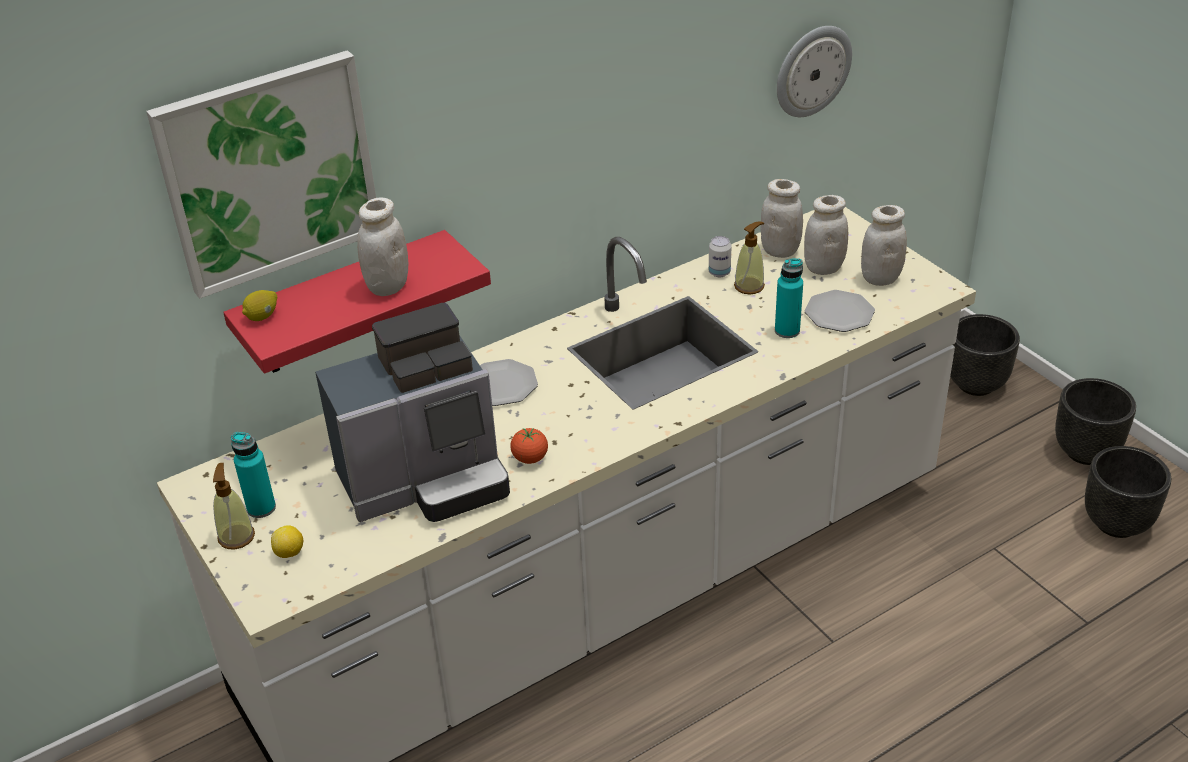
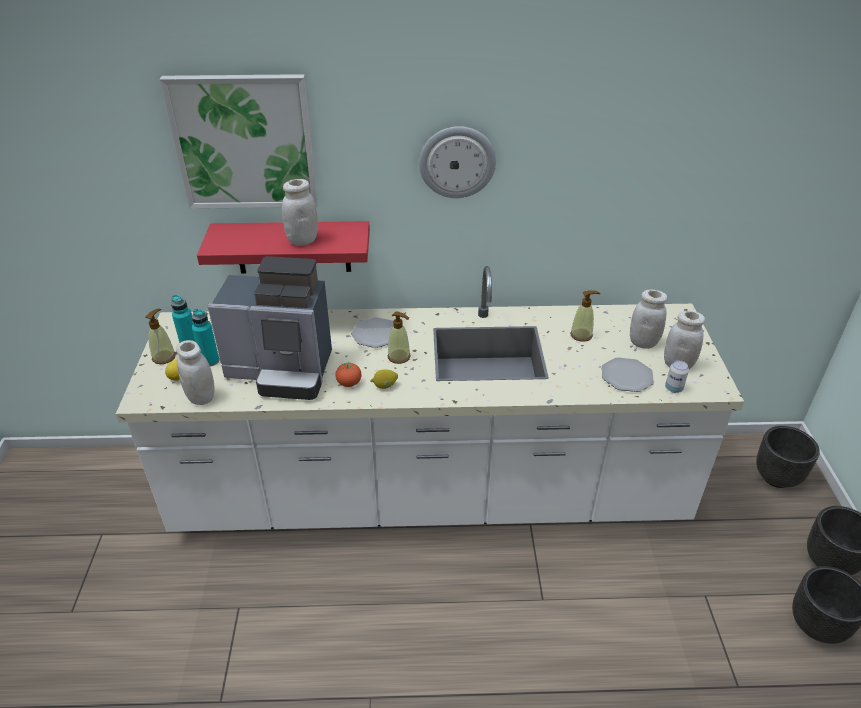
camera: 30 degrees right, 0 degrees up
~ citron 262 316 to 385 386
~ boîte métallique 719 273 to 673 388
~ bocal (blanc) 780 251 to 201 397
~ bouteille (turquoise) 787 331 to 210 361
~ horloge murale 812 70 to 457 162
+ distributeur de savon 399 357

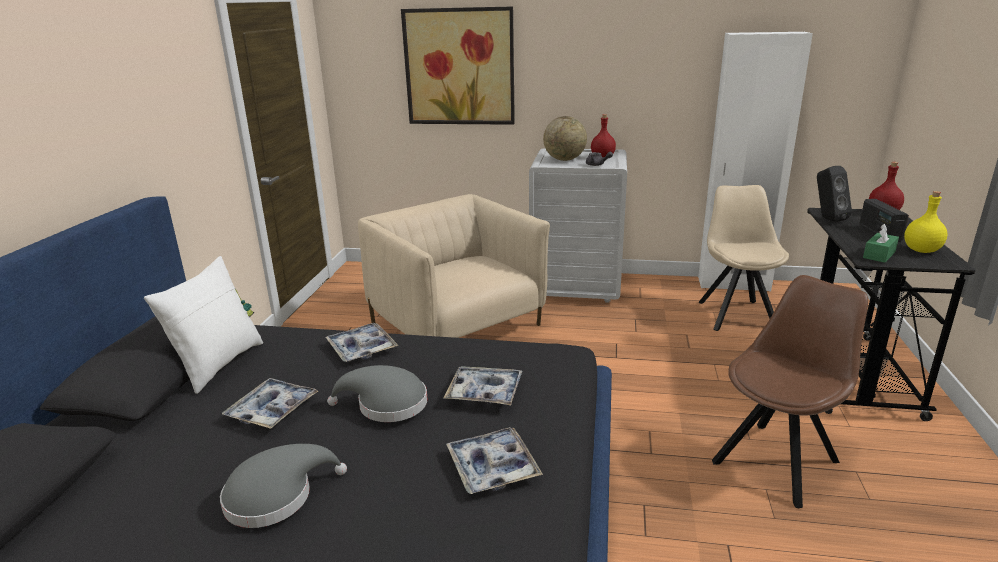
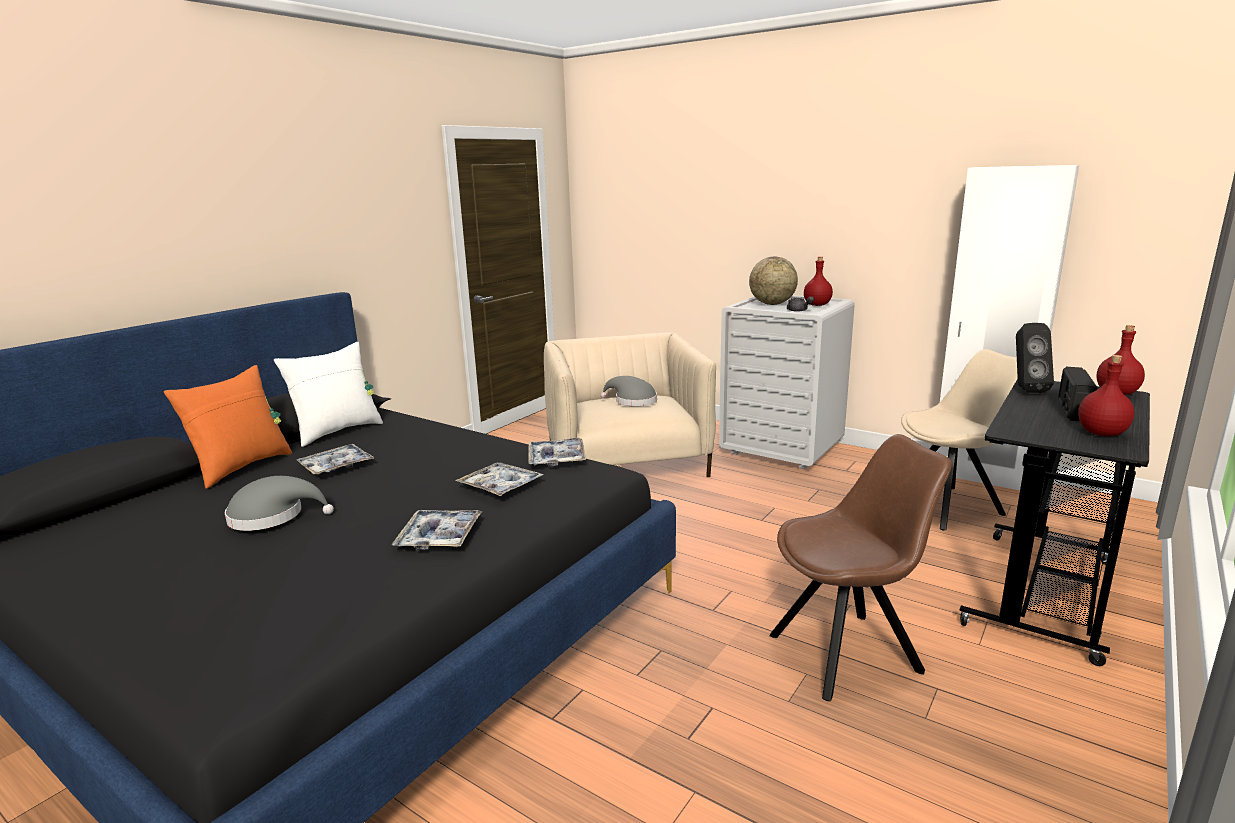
camera: 25 degrees right, 5 degrees down
~ plateau 362 348 to 556 458
~ chapeau (gris) 386 405 to 632 401
- tableau 459 67
~ chaise (beige) 736 315 = 947 507 45 degrees clockwise
- boîte à mouchoirs (vert) 879 255
~ bouteille (jaune) 921 251 to bouteille (rouge) 1101 433
+ coussin (orange) 242 468

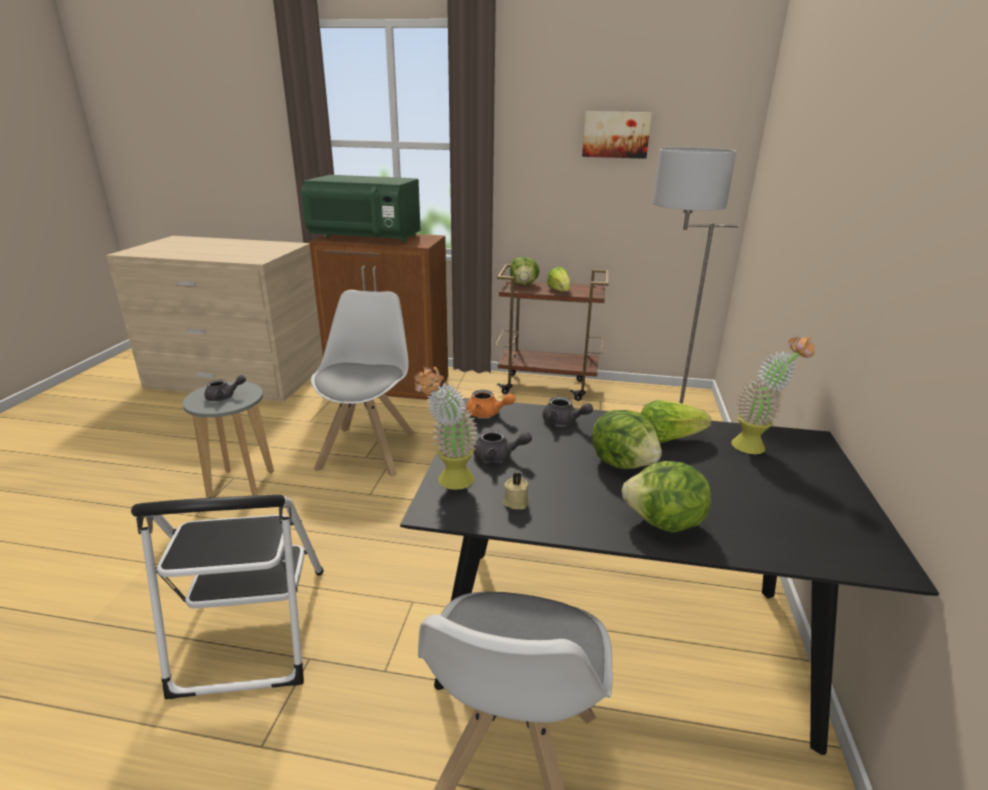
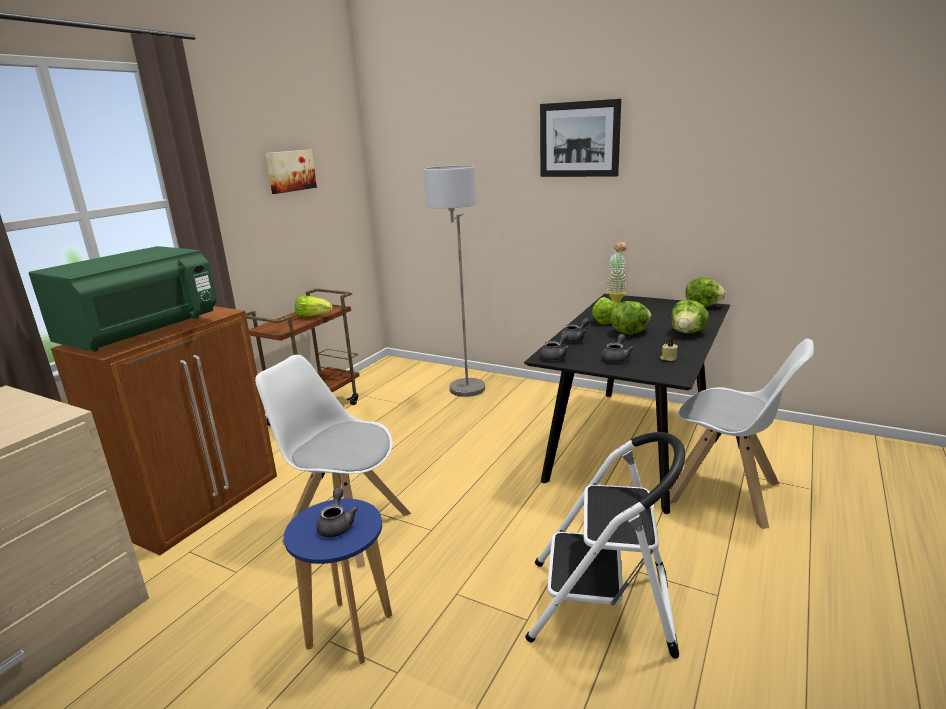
camera: 70 degrees left, 5 degrees down
~ tabouret (gris) 241 484 to tabouret (bleu) 349 631
- plante en pot 449 483
~ théière (orange) 487 414 to théière (gris) 555 356
~ laitue 523 285 to 702 305
+ tableau 579 139

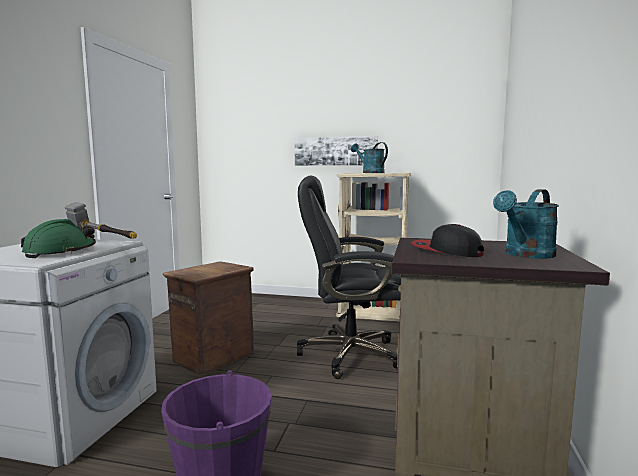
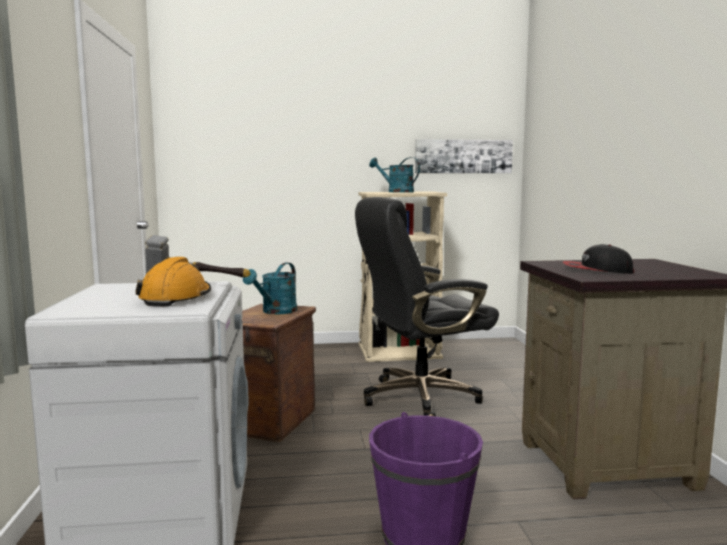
camera: 20 degrees left, 0 degrees up
~ casque de chantier (vert) 60 252 to casque de chantier (orange) 176 298
~ tableau 335 151 to 463 156
~ arrosoir (turquoise) 526 255 to 275 312

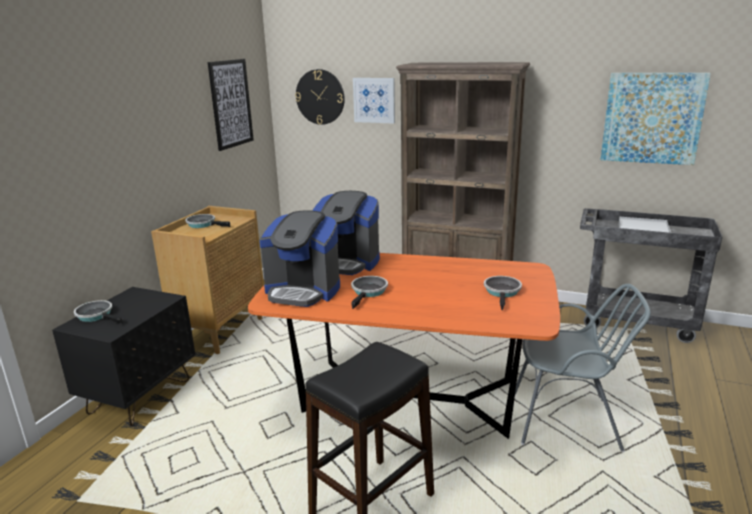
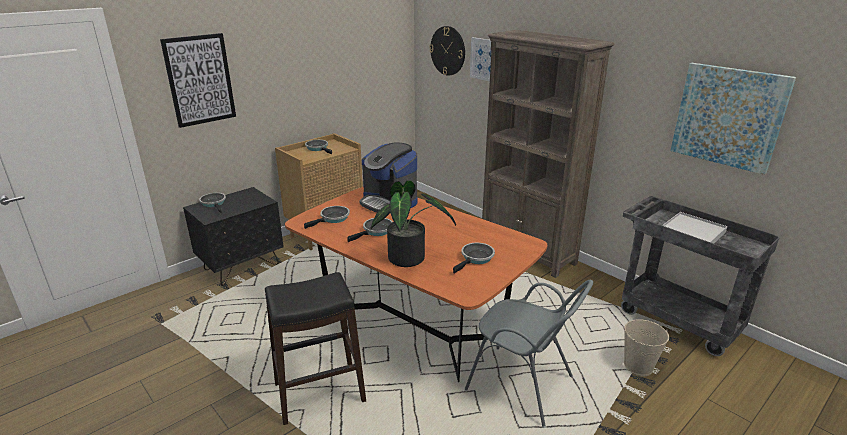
camera: 25 degrees right, 5 degrees up
~ tableau 231 104 to 200 80
~ machine à café 303 291 to poêle 333 218
+ plante en pot 410 259
+ seau (beige) 638 366

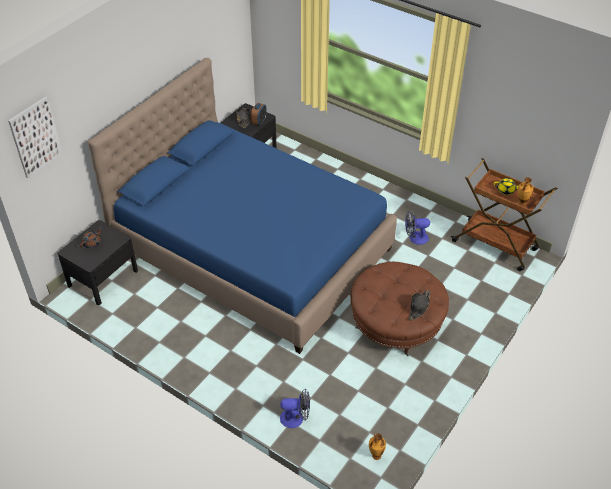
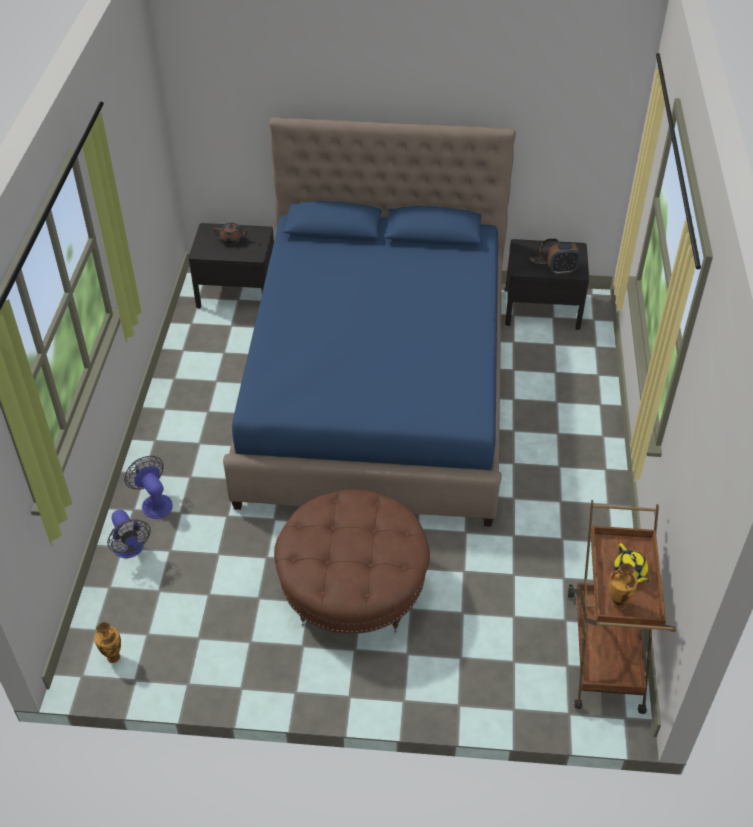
camera: 60 degrees right, 0 degrees up
- tableau 35 137
~ ventilateur 415 238 to 154 502
- chapeau (noir) 419 307

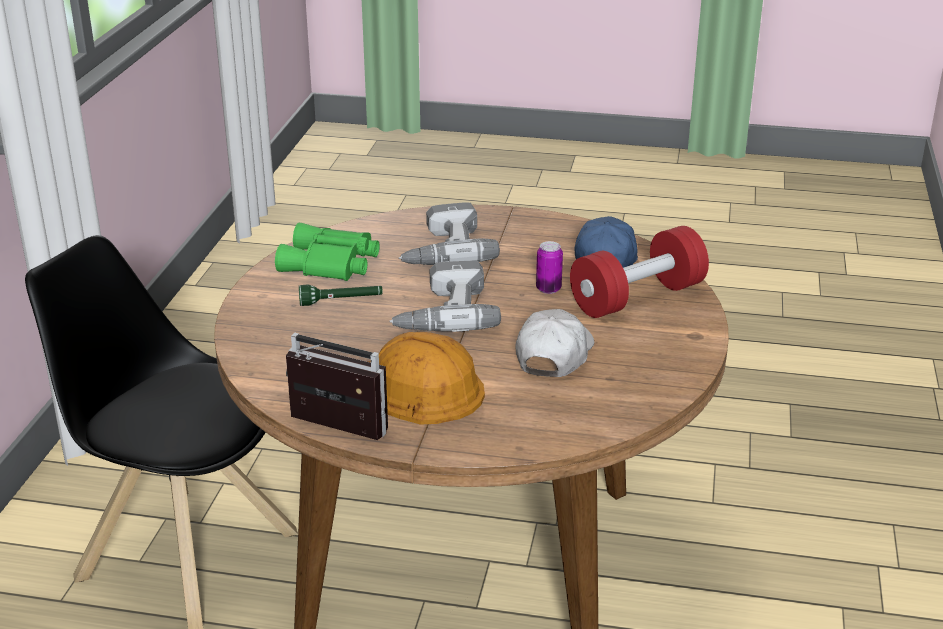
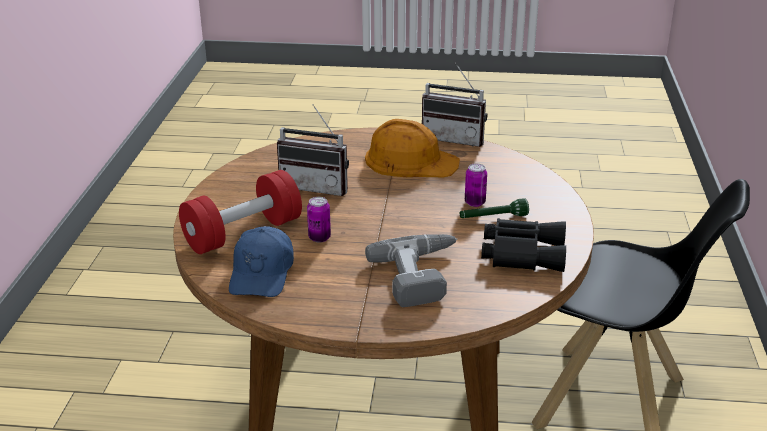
camera: 175 degrees right, 0 degrees up
~ jumelles (vert) 330 264 to jumelles (noir) 521 252
- perceuse 442 311
~ casquette (blanc) 554 355 to radio 317 186
+ boîte métallique 475 202

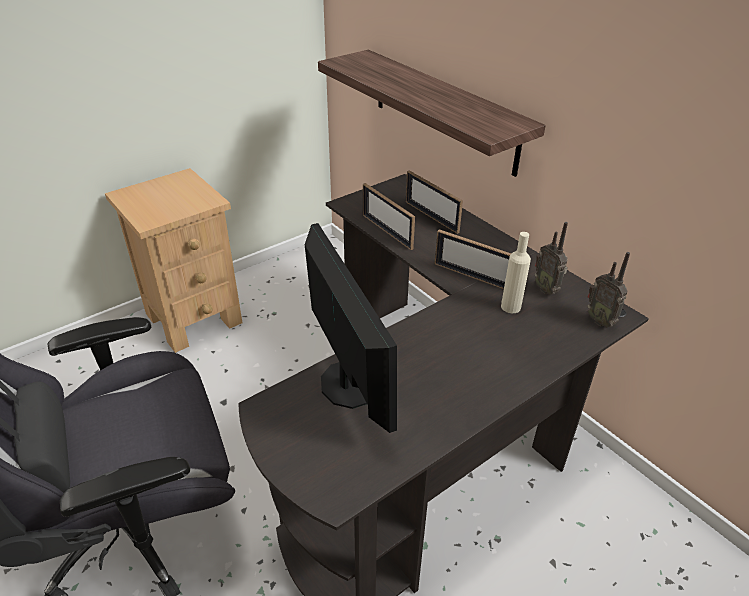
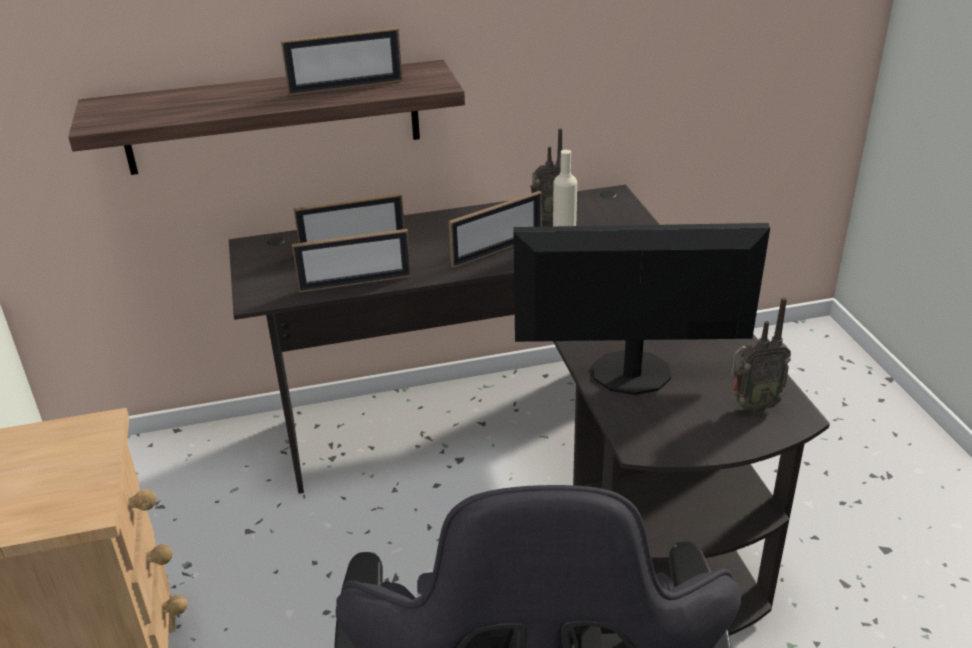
camera: 65 degrees left, 5 degrees down
~ radio 600 320 to 752 406
+ cadre photo 346 87

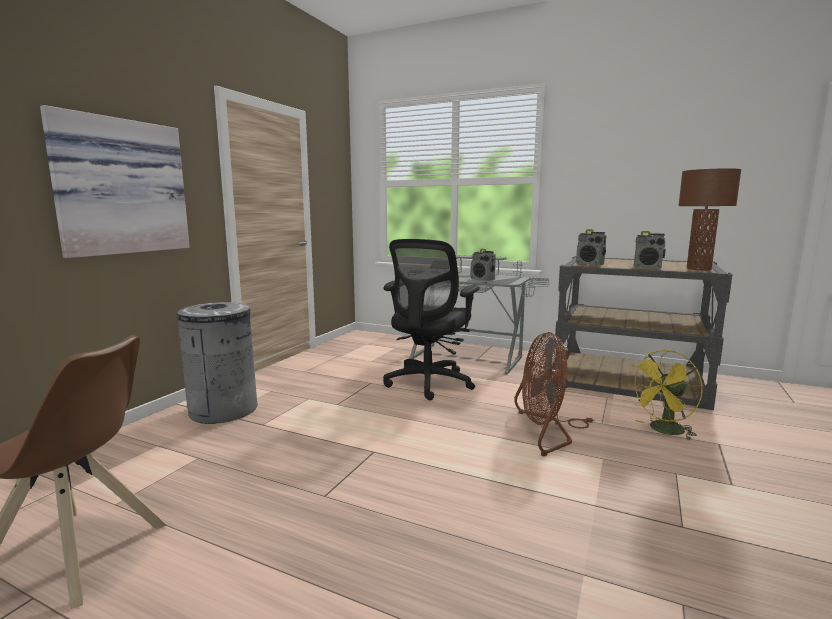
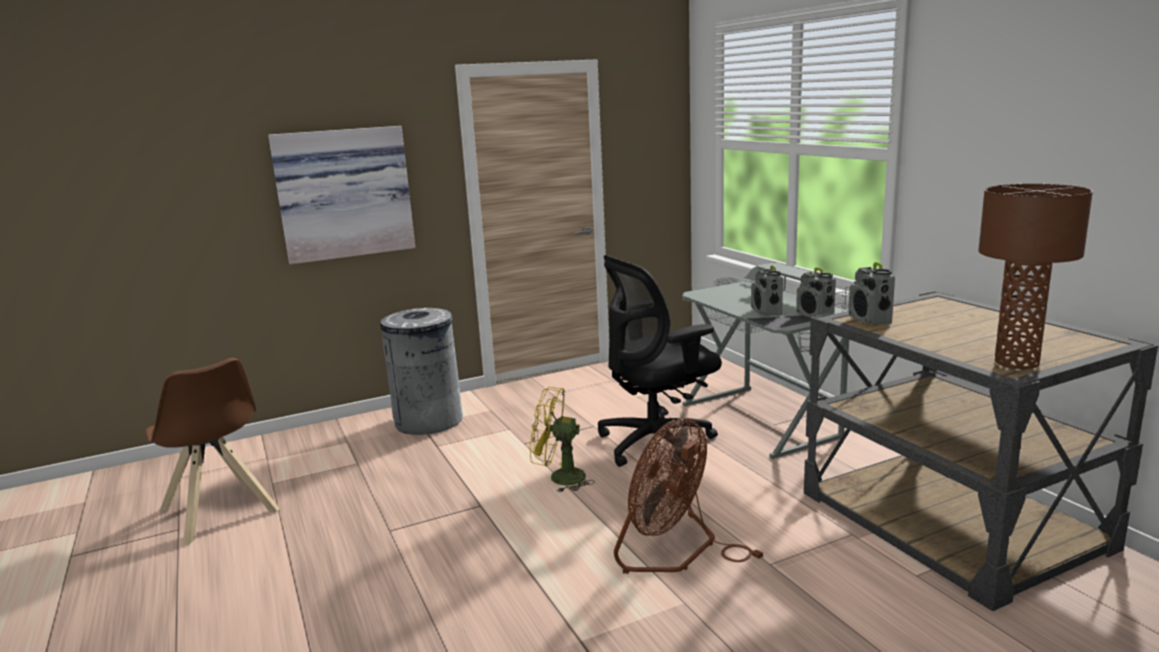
camera: 40 degrees right, 5 degrees up
~ ventilateur (jaune) 663 431 to 559 478
~ radio 648 267 to 815 316

